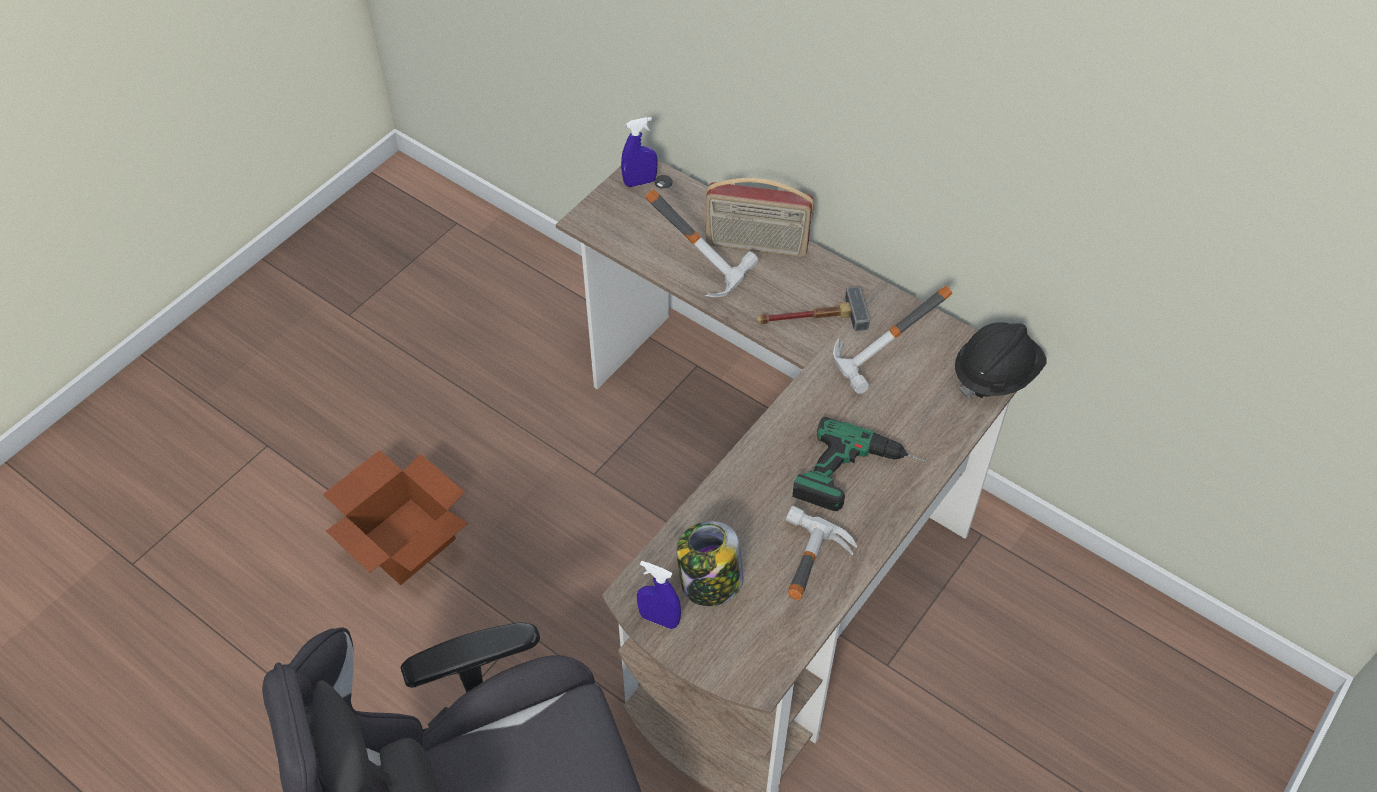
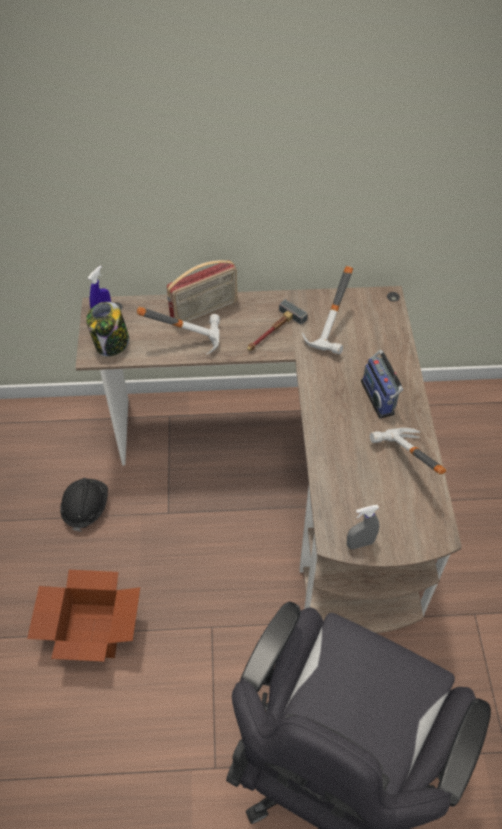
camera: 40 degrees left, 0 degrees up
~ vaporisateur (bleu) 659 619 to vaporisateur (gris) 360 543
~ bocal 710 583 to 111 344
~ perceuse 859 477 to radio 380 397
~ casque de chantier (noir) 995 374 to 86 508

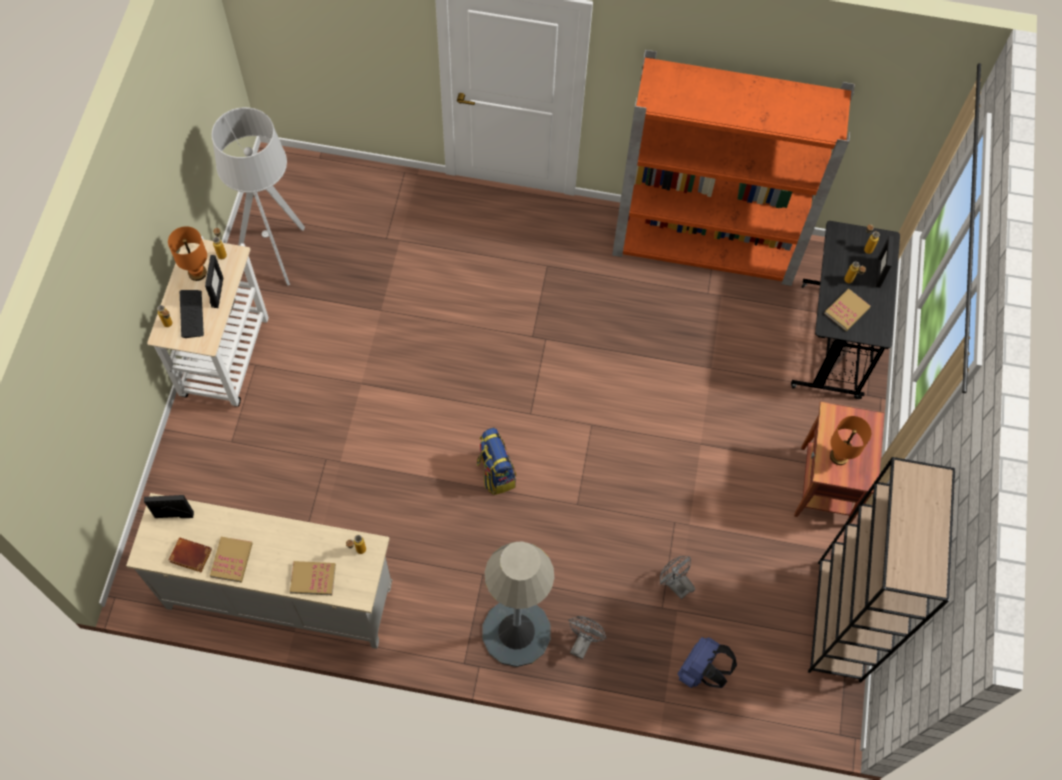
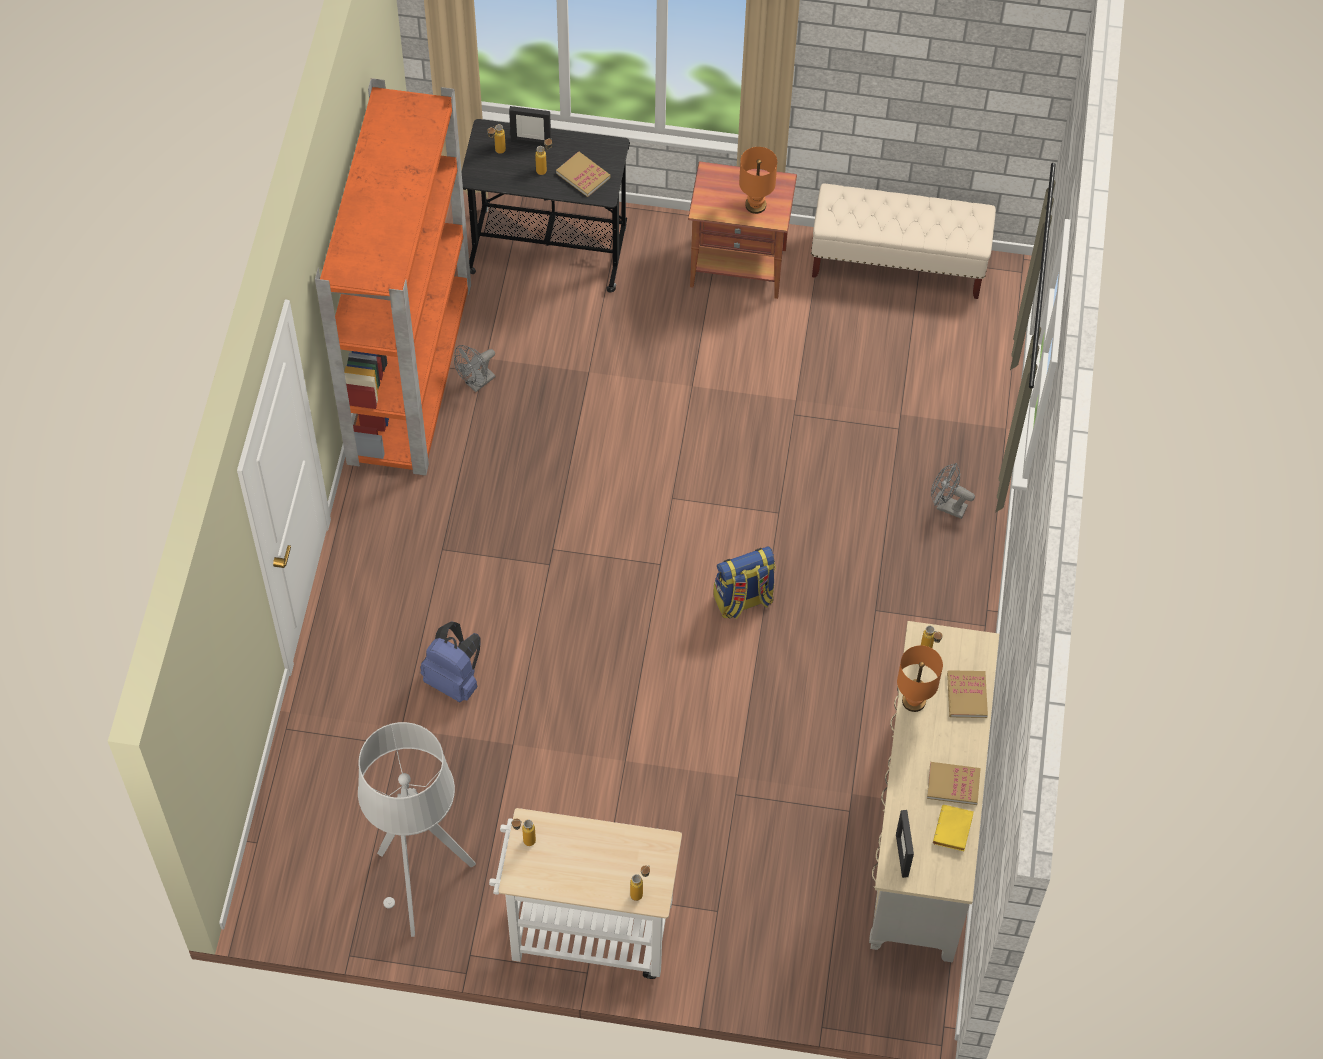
camera: 90 degrees left, 5 degrees down
~ lampe de table (orange) 197 273 to 914 701
~ livre (marron) 189 557 to livre (jaune) 954 831
- clavier 191 314
- cadre photo 217 292
- lampadaire (gris) 516 632
~ ventilateur (gris) 674 584 to 477 383
~ sac à dos (bleu) 701 671 to 454 680
~ bibliothèque (beige) 839 621 to banc (beige) 898 264

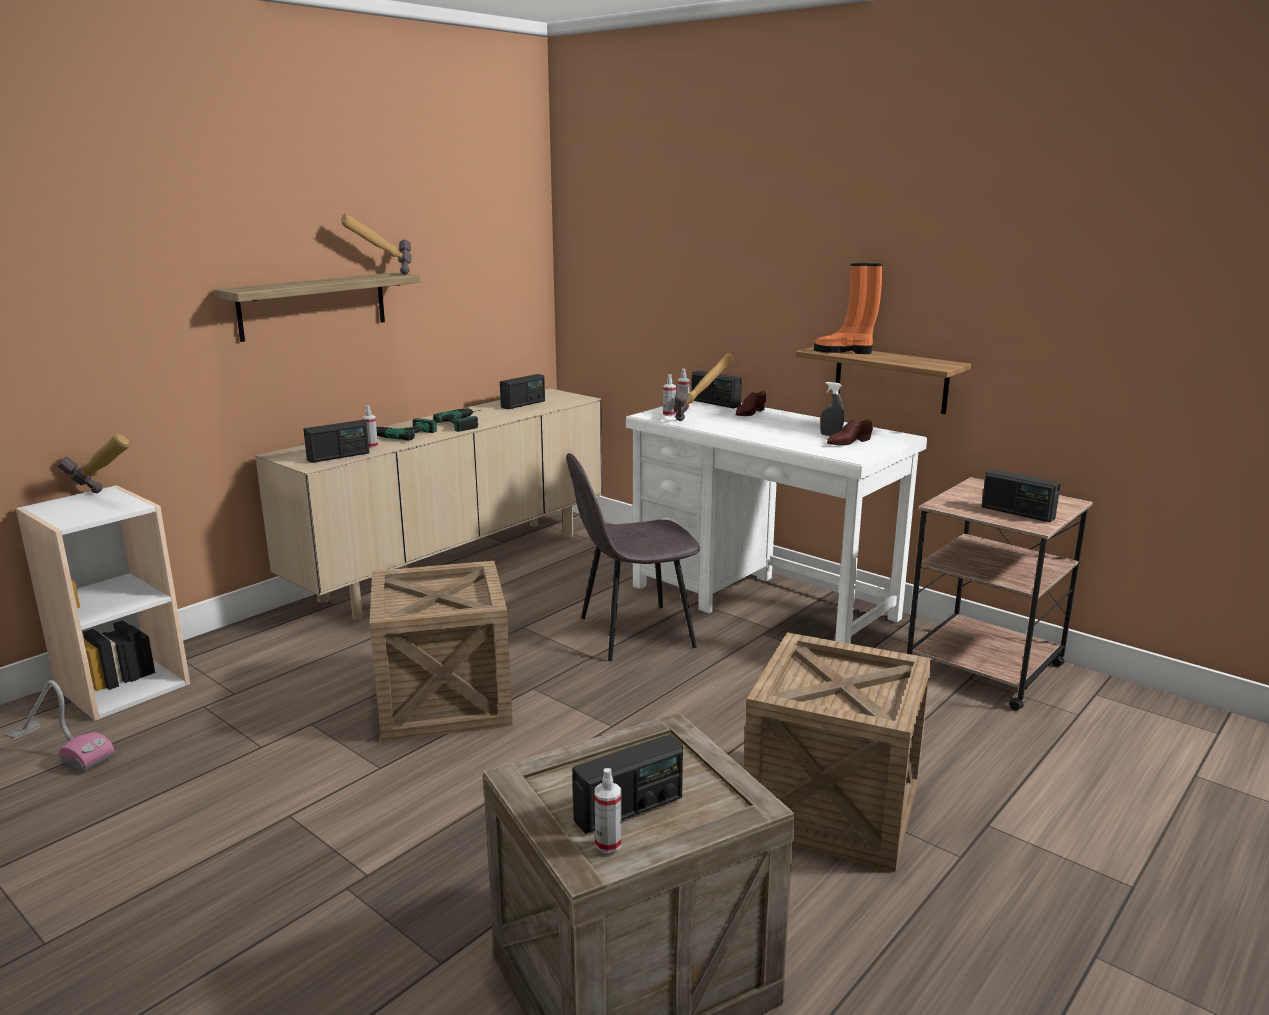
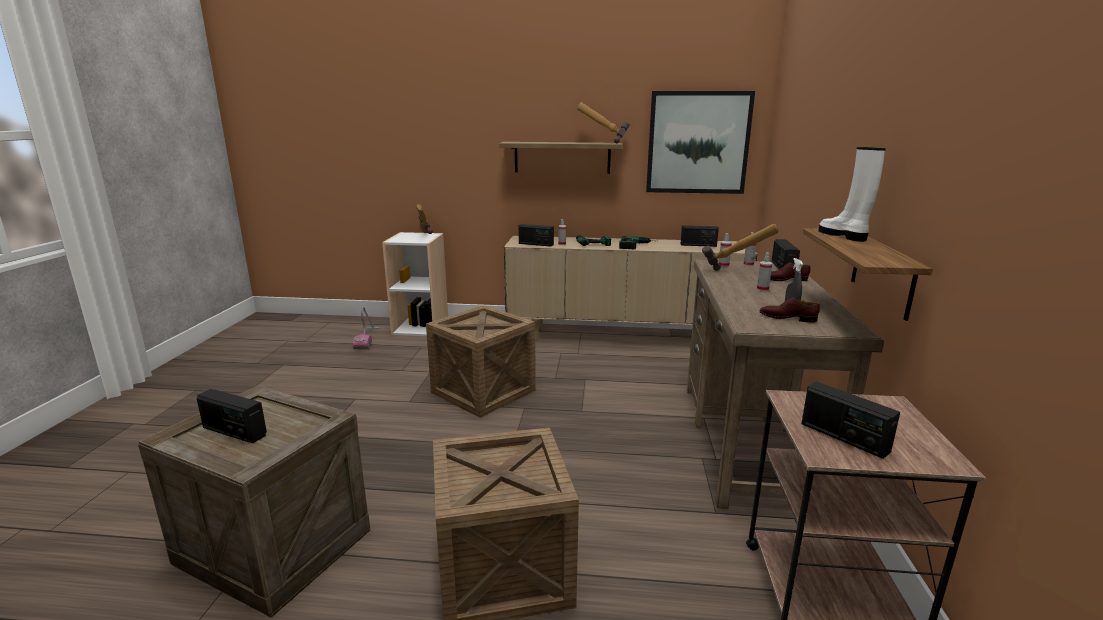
camera: 55 degrees right, 0 degrees up
- chaise (gris) 633 633
~ vaporisateur 608 844 to 762 289
~ bureau (blanc) 763 602 to bureau (marron) 750 442
~ botte (orange) 844 351 to botte (blanc) 843 236
~ radio 1017 513 = 844 438 45 degrees counterclockwise
+ tableau 698 143

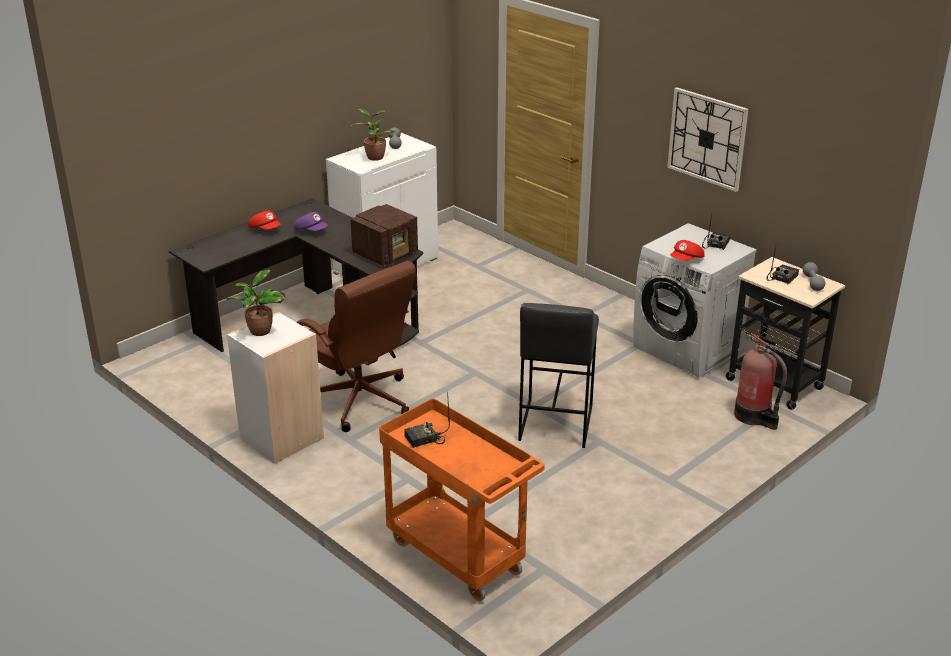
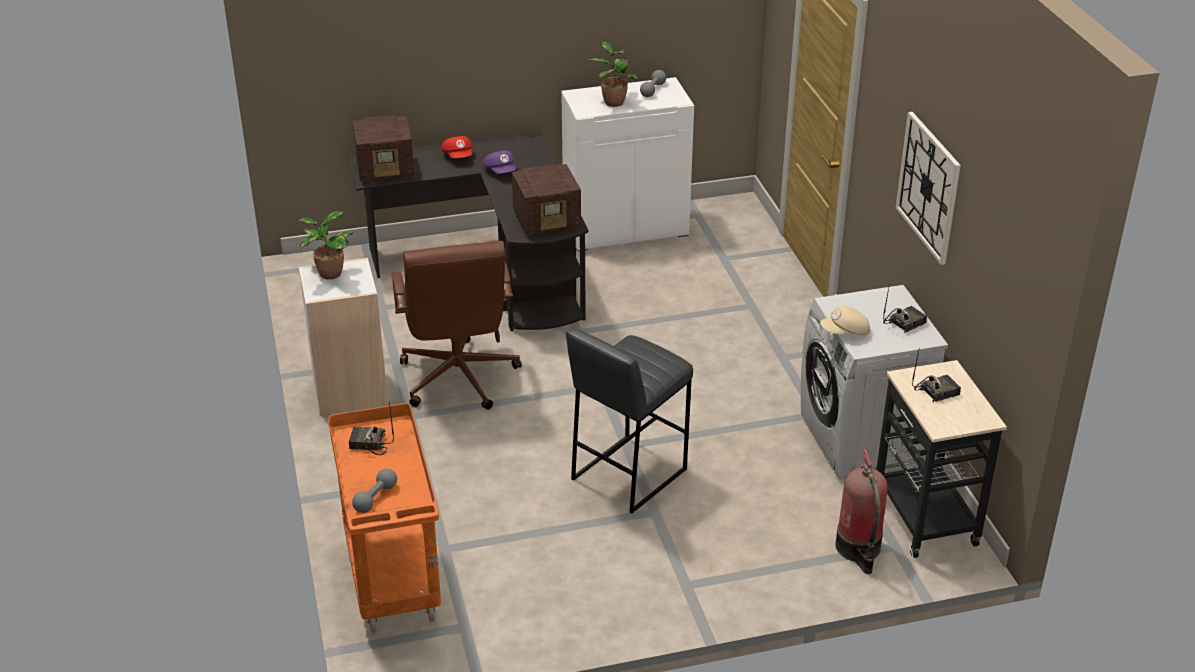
camera: 30 degrees right, 5 degrees up
~ casquette (rouge) 686 260 to casquette (beige) 845 332
~ haltère (gris) 812 282 to 375 498
+ radio 386 169

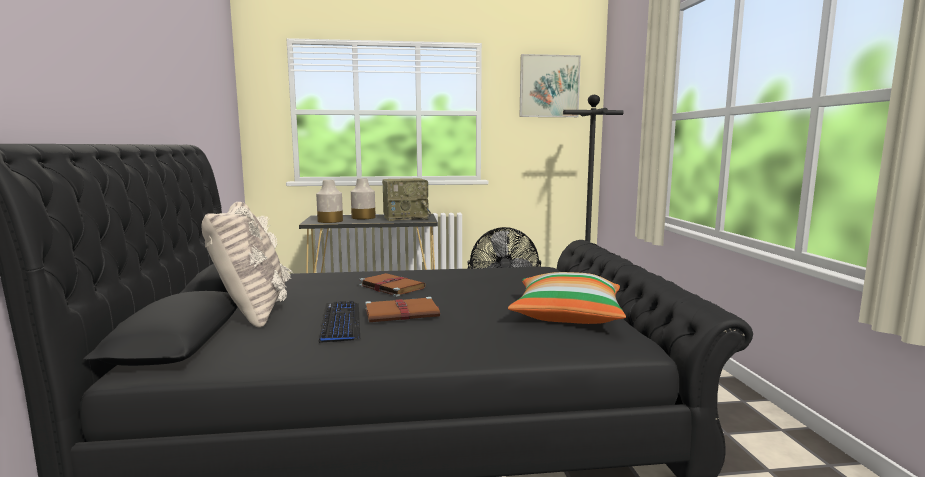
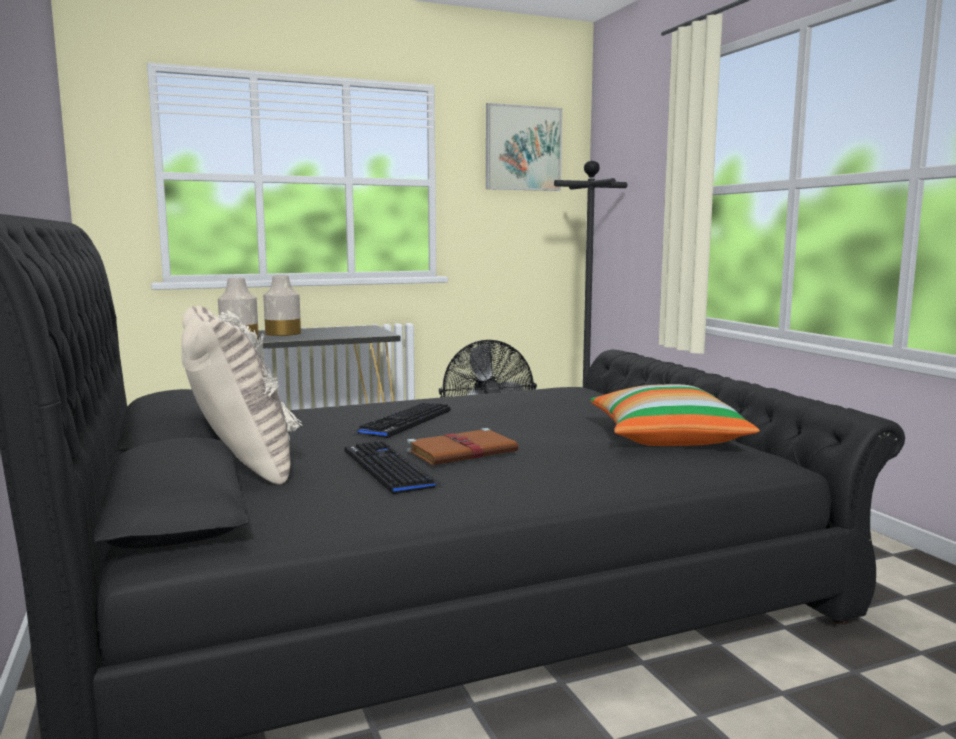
camera: 15 degrees left, 0 degrees up
~ livre (marron) 391 287 to clavier 404 422
- radio 406 218

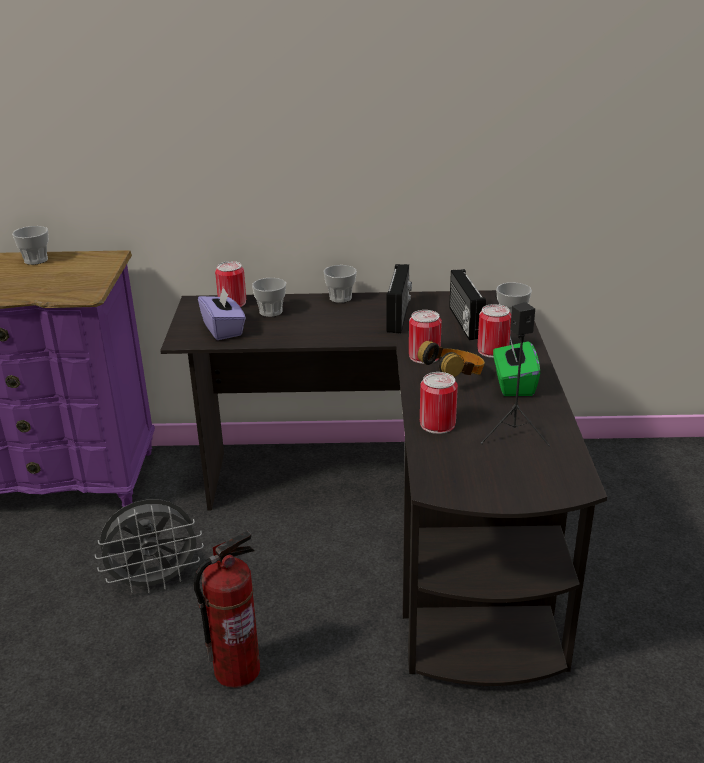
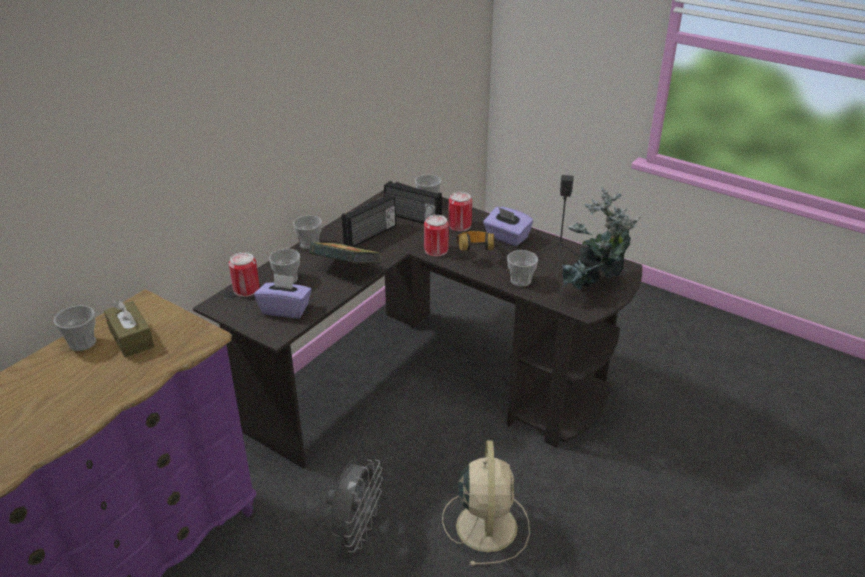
camera: 55 degrees left, 5 degrees up
~ extincteur 237 669 to ventilateur (beige) 486 524
~ radio 399 316 = 371 235 90 degrees clockwise
~ boîte métallique 437 424 to tasse 520 280
~ boîte à mouchoirs (vert) 513 384 to boîte à mouchoirs (violet) 506 237
+ boîte à mouchoirs (marron) 131 338
+ livre 346 270
+ plante en pot 594 290

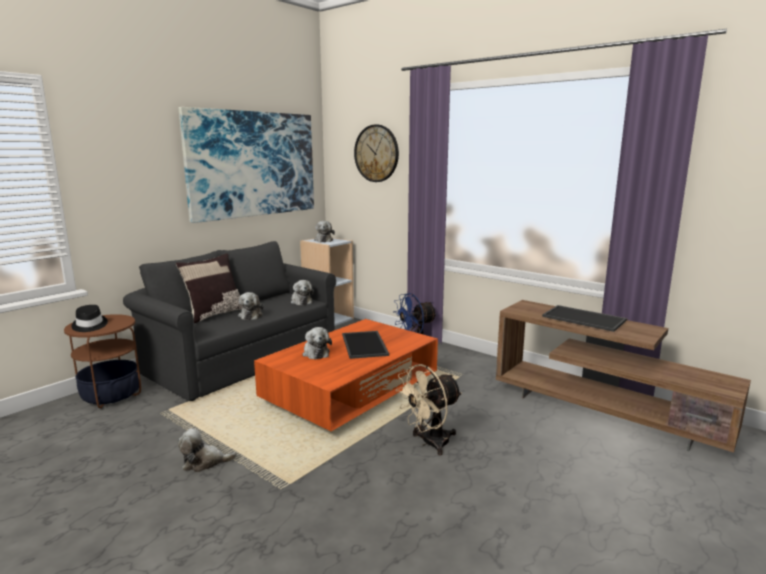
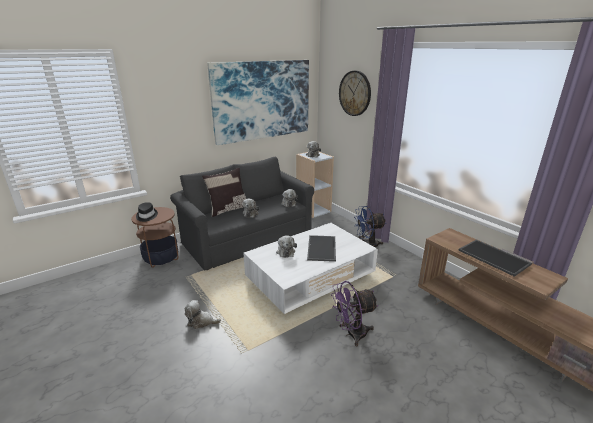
camera: 15 degrees right, 10 degrees up
~ table basse (orange) 351 392 to table basse (blanc) 310 278
~ ventilateur (beige) 429 443 to ventilateur (violet) 351 334

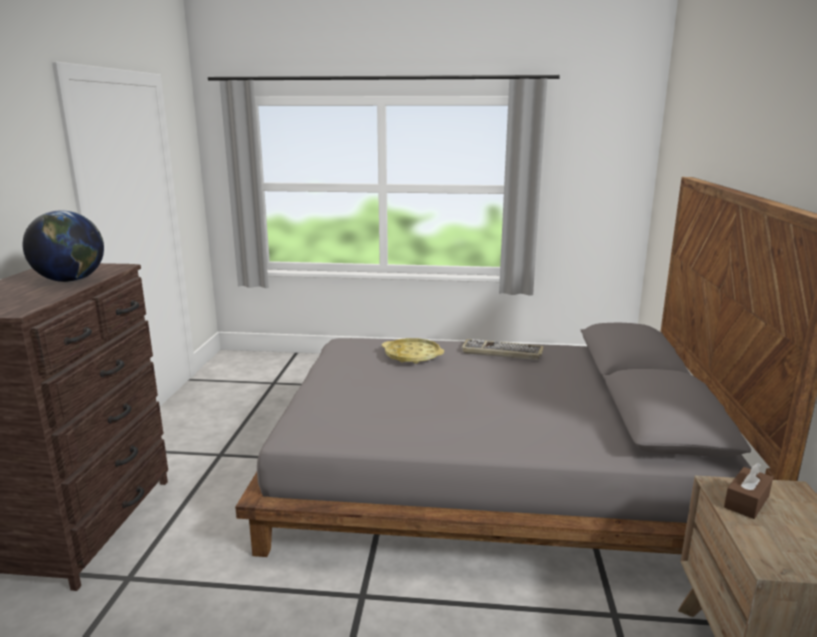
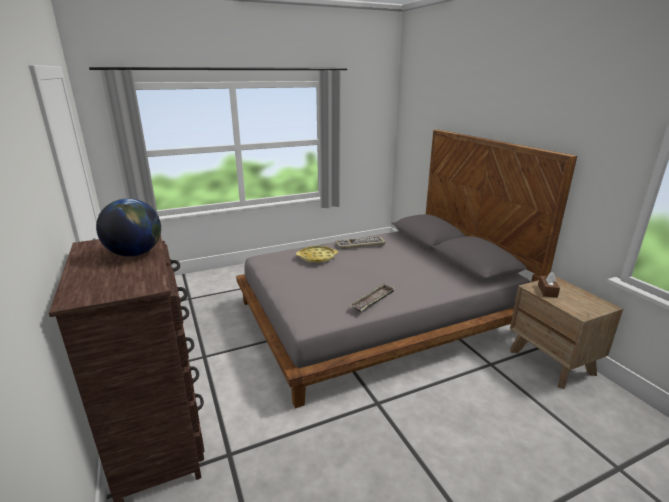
camera: 30 degrees left, 5 degrees up
+ plateau 373 300

